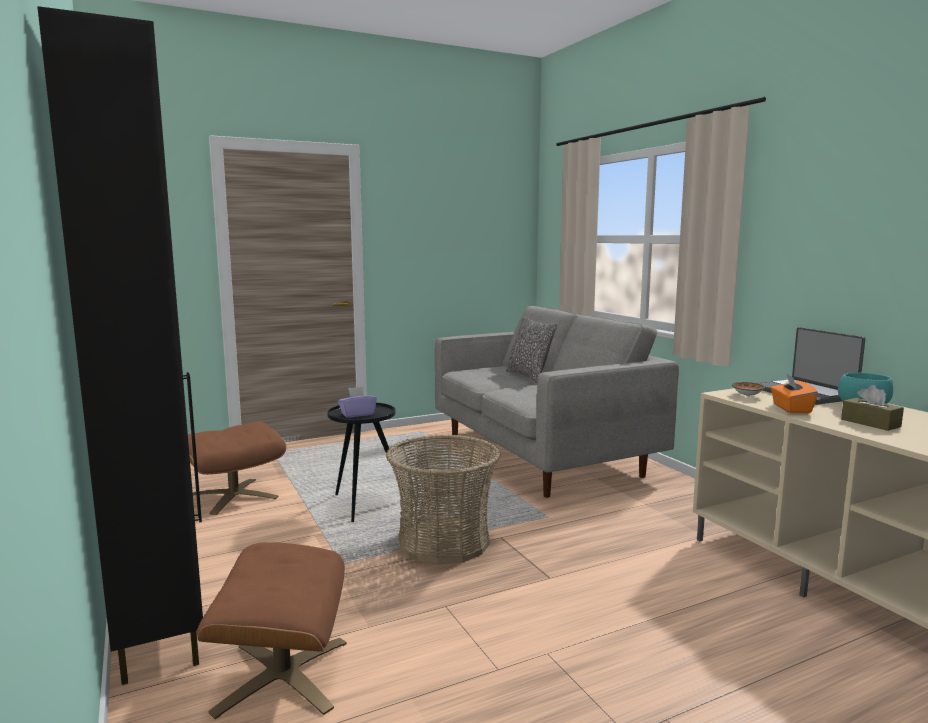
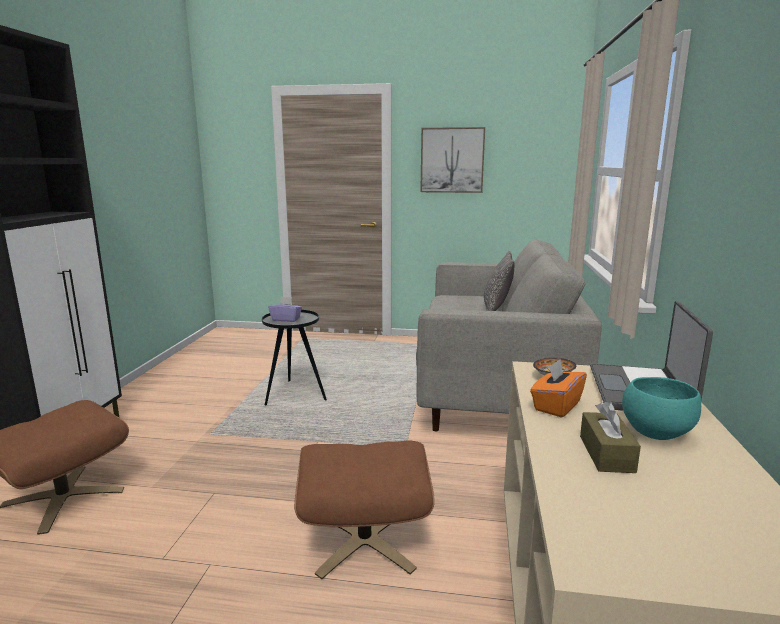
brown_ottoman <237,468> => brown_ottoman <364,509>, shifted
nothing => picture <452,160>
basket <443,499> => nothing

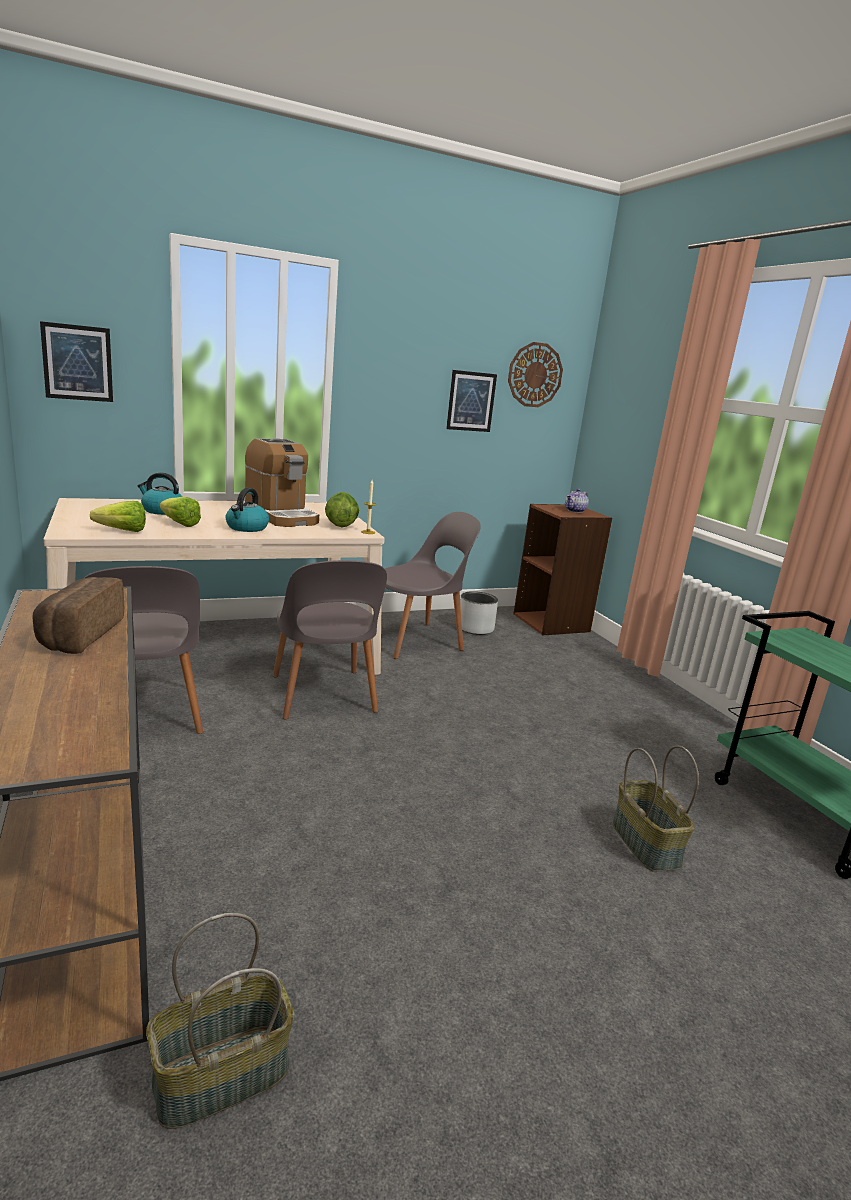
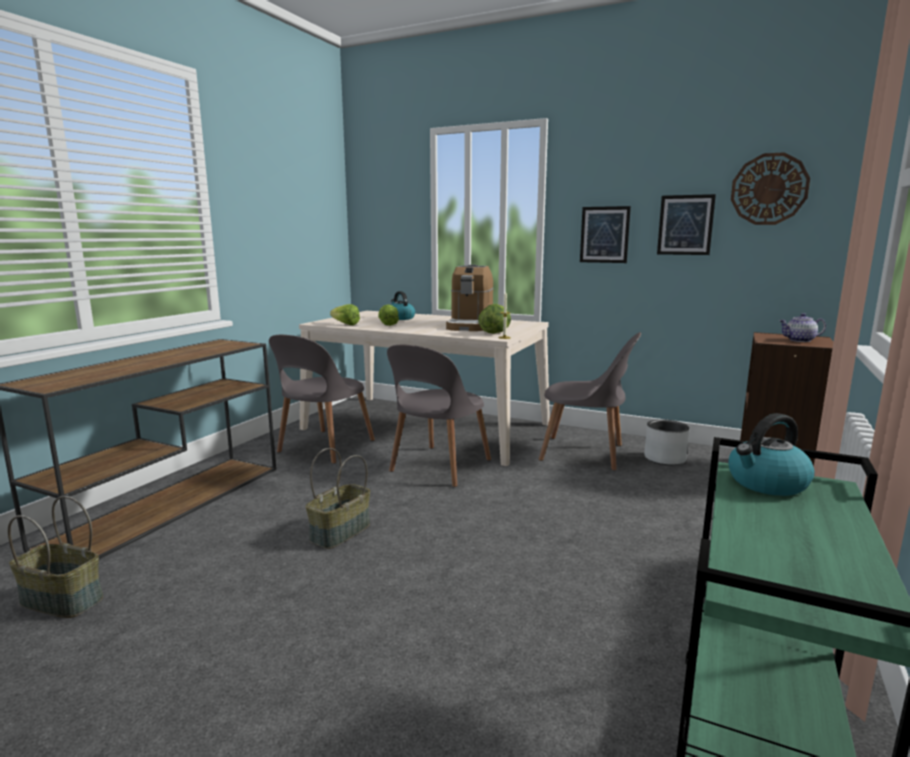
basket <656,809> => basket <338,498>, shifted
picture <76,361> => picture <605,234>, shifted
kettle <247,510> => kettle <771,454>, shifted
bread <78,615> => nothing

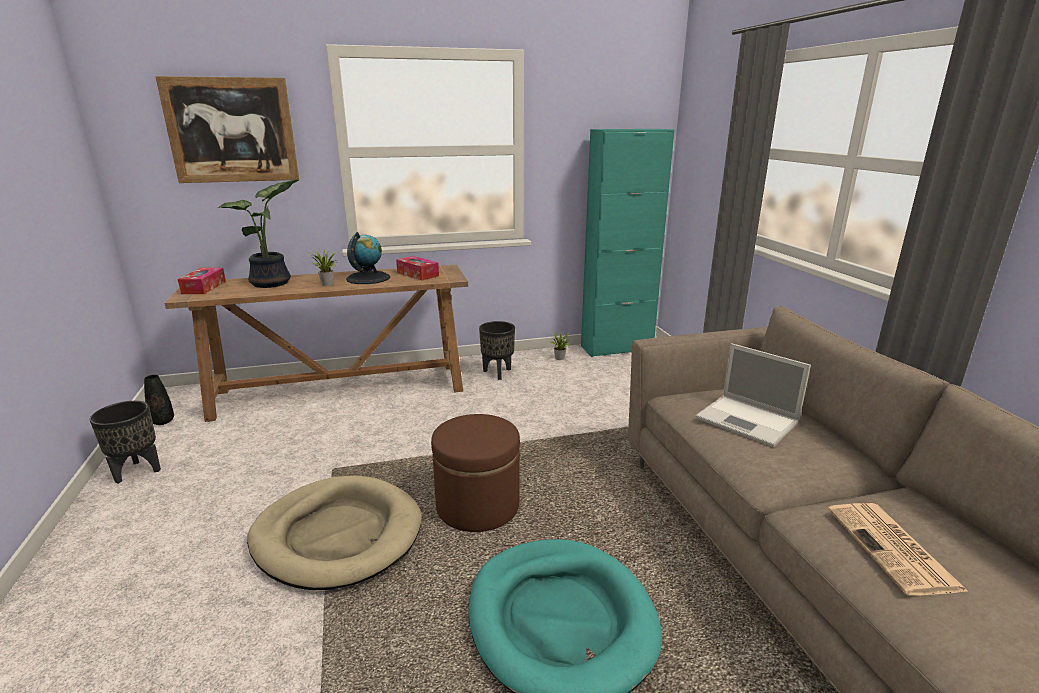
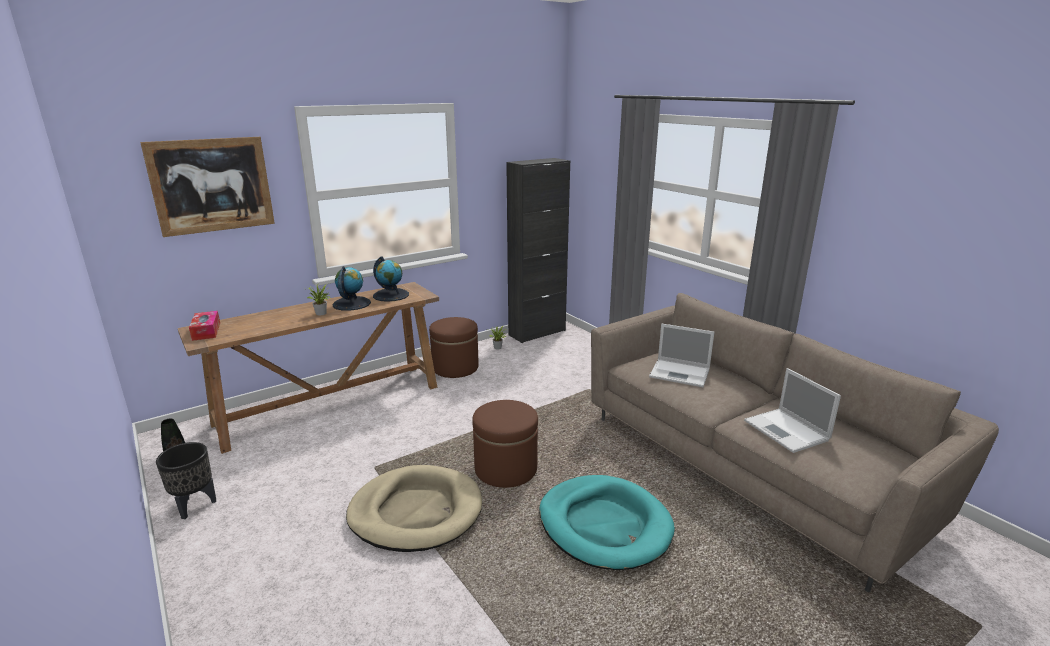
tissue_box <417,268> => globe <391,279>
black_planter <497,350> => brown_ottoman <454,347>
turquoise_cabinet <628,243> => black_cabinet <538,250>
newspaper <898,549> => laptop <792,410>
potted_plant <258,234> => nothing

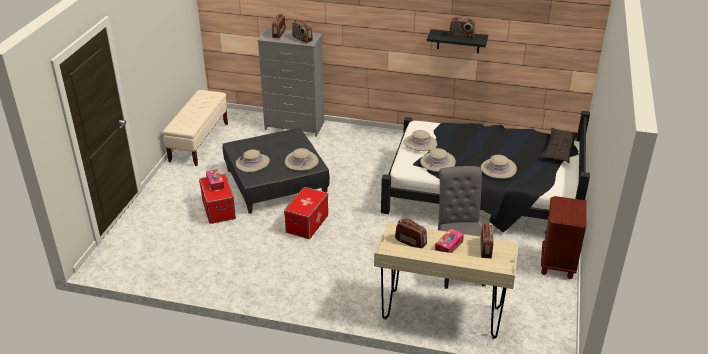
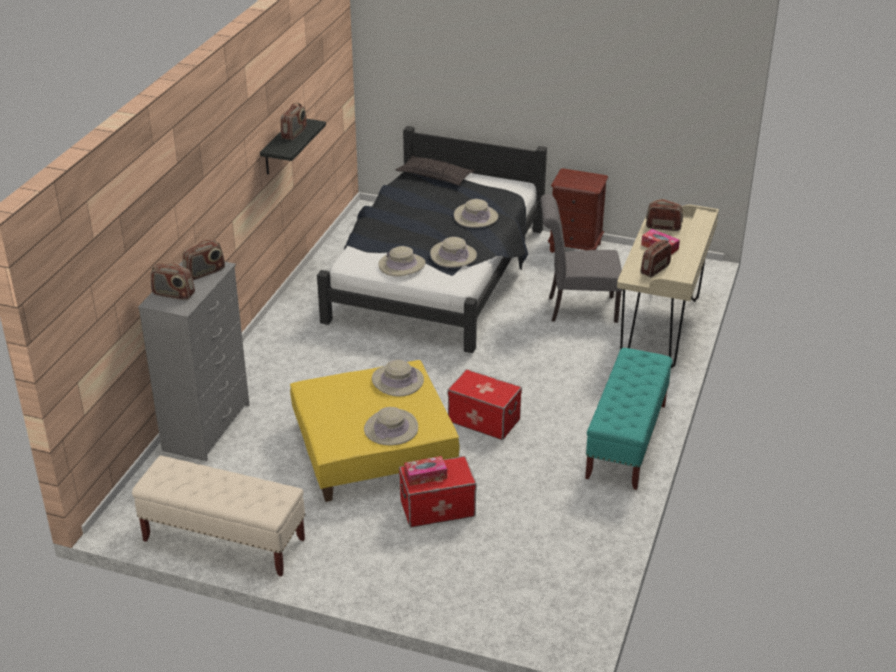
grey_ottoman <276,171> => yellow_ottoman <374,431>
nothing => turquoise_bench <629,419>

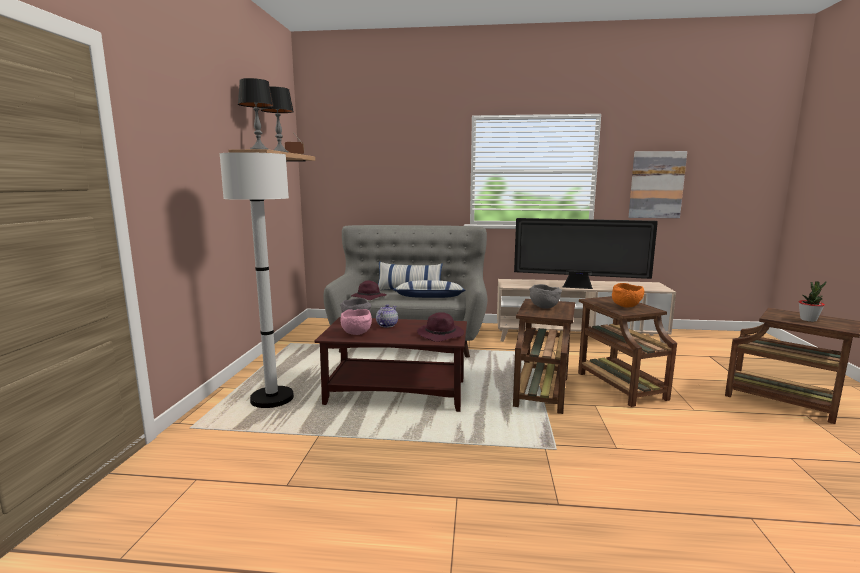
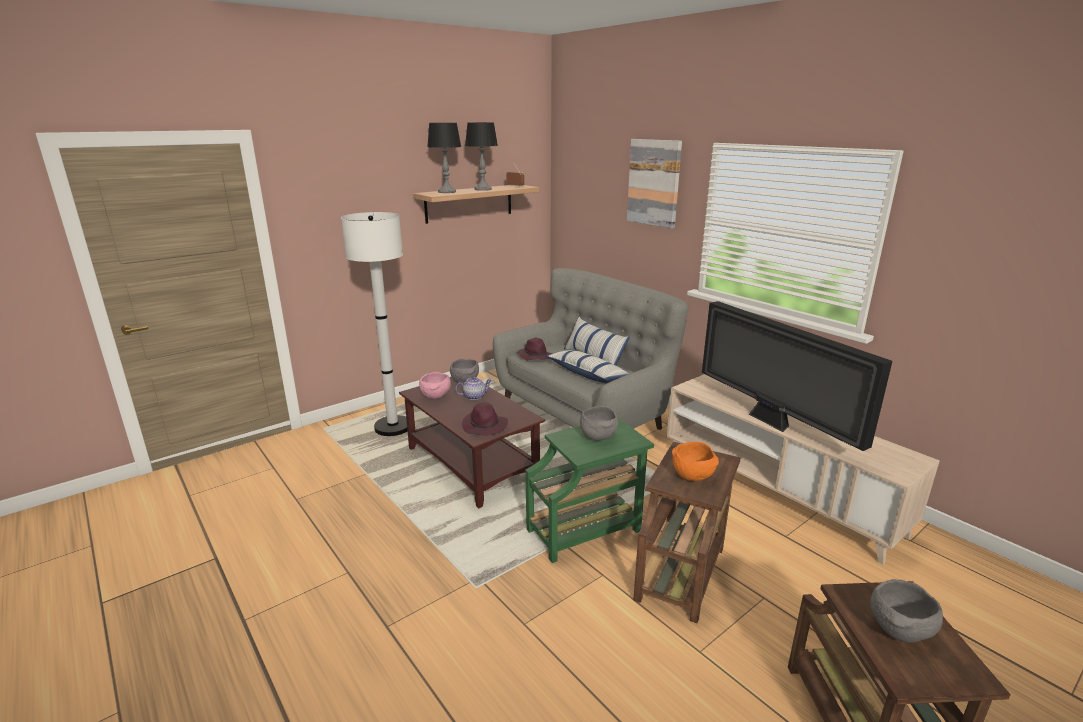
brown_side_table <544,356> => green_side_table <589,490>
picture <658,184> => picture <654,184>, shifted
potted_plant <812,301> => grey_bowl <906,611>

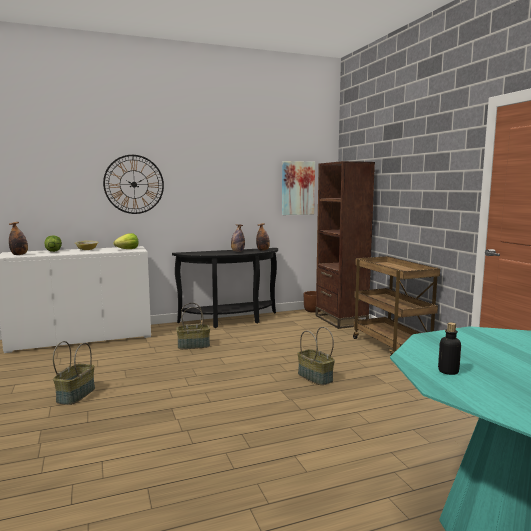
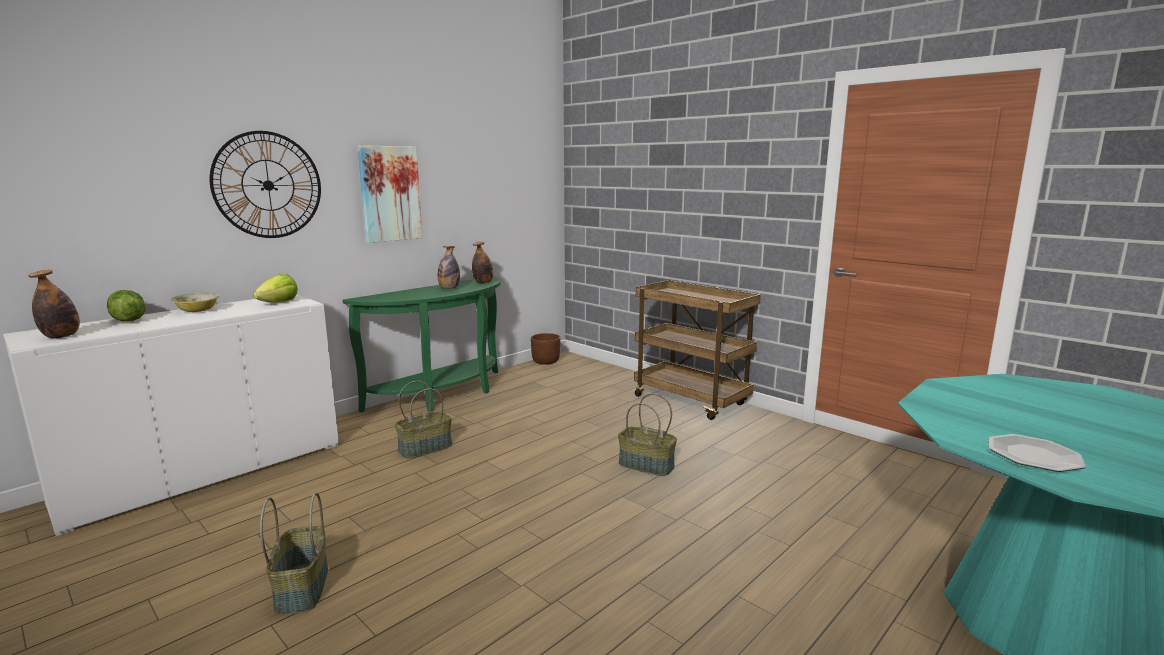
black_console_table <225,288> => green_console_table <422,344>
picture <298,188> => picture <389,194>, shifted
bottle <449,348> => plate <1037,453>
brown_bookcase <345,245> => nothing

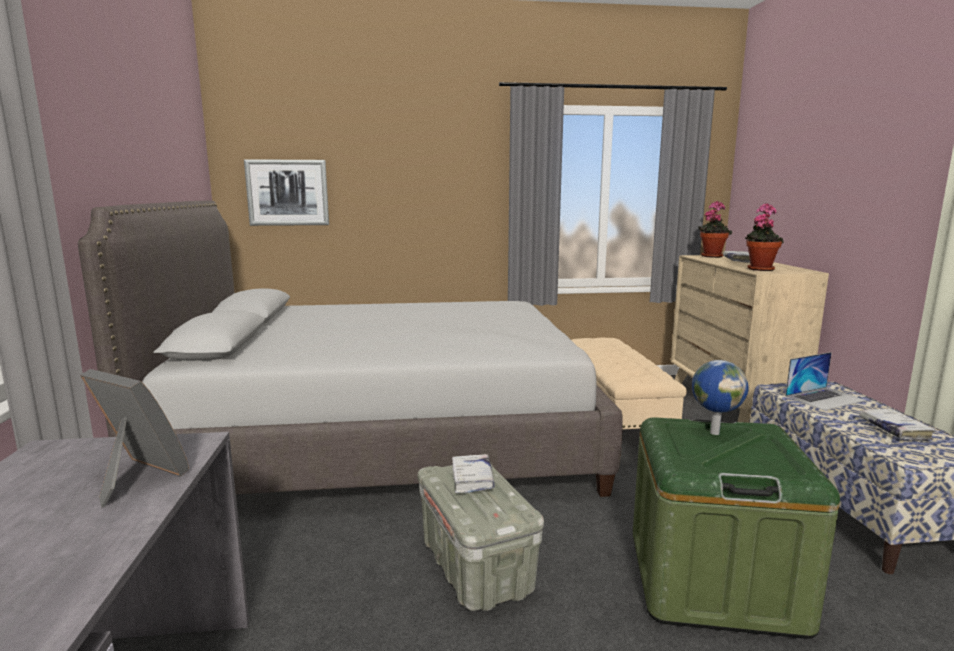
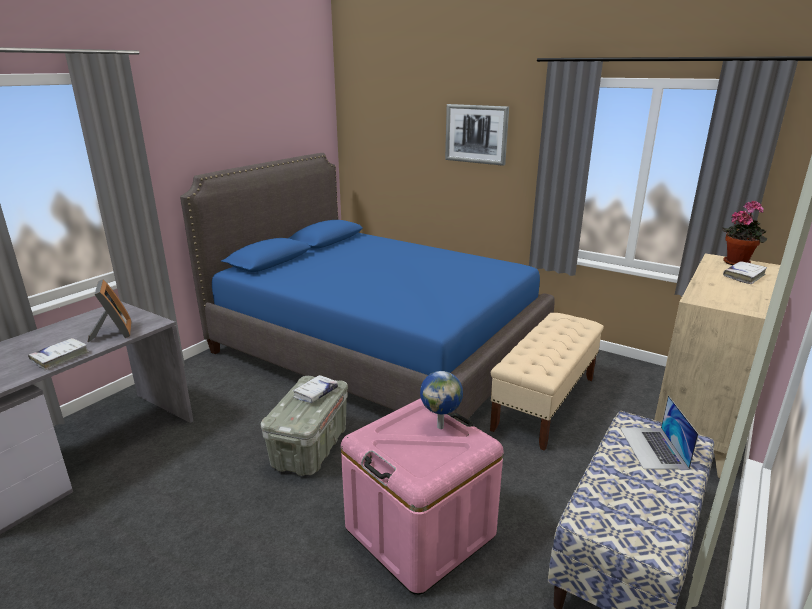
white_book <897,425> => white_book <58,354>, shifted
grey_bed <350,349> => blue_bed <367,288>
green_storage_box <736,528> => pink_storage_box <422,496>
picture <286,192> => picture <477,135>, shifted
laptop <825,381> => laptop <659,432>, 75 degrees clockwise
potted_plant <764,237> => nothing

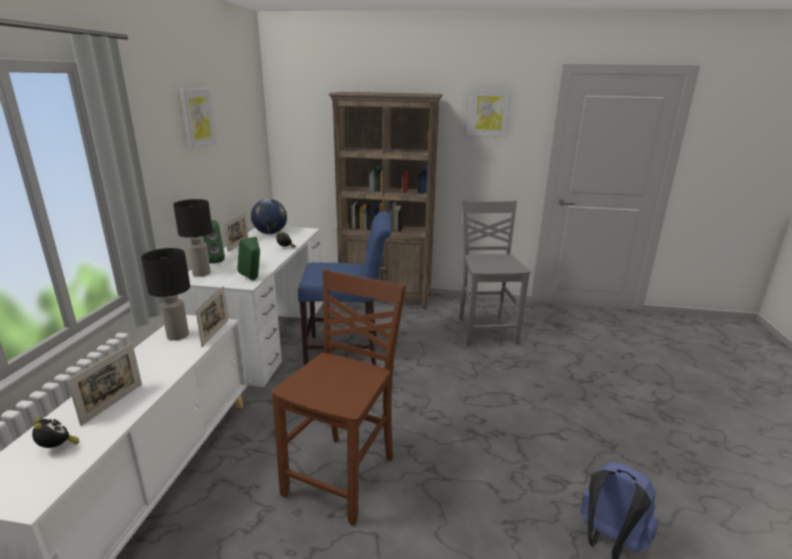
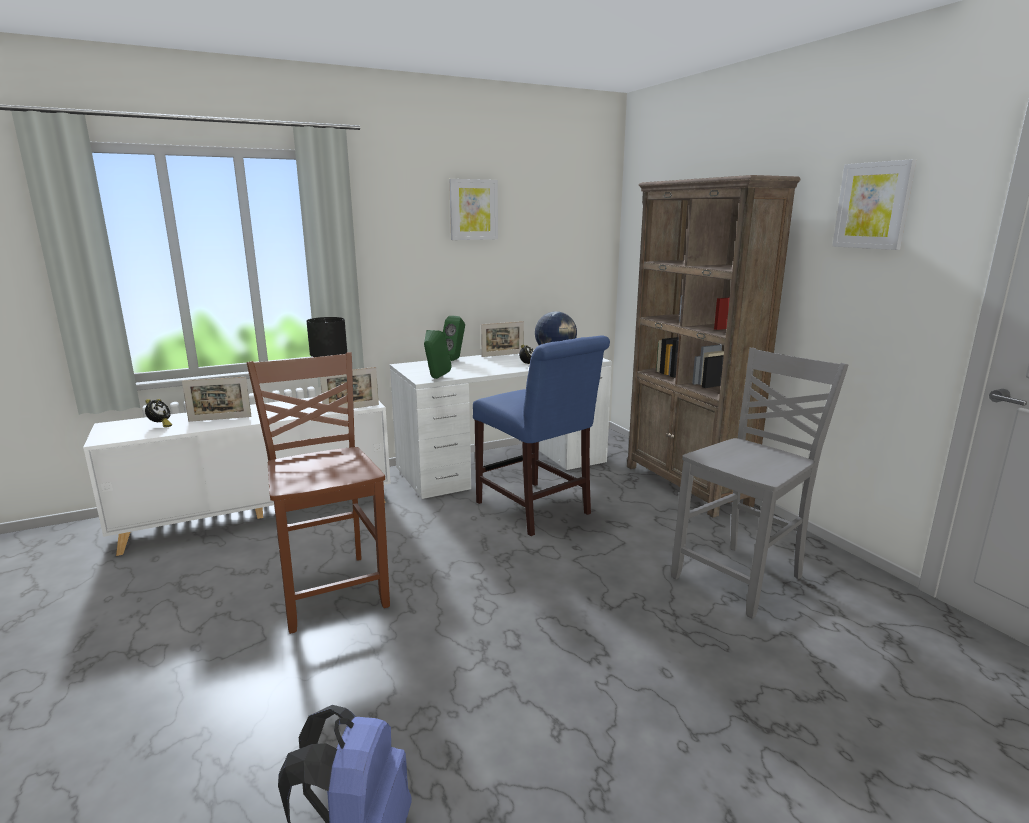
brown_chair <338,397> => brown_chair <318,493>, 105 degrees counterclockwise
black_table_lamp <193,238> => nothing

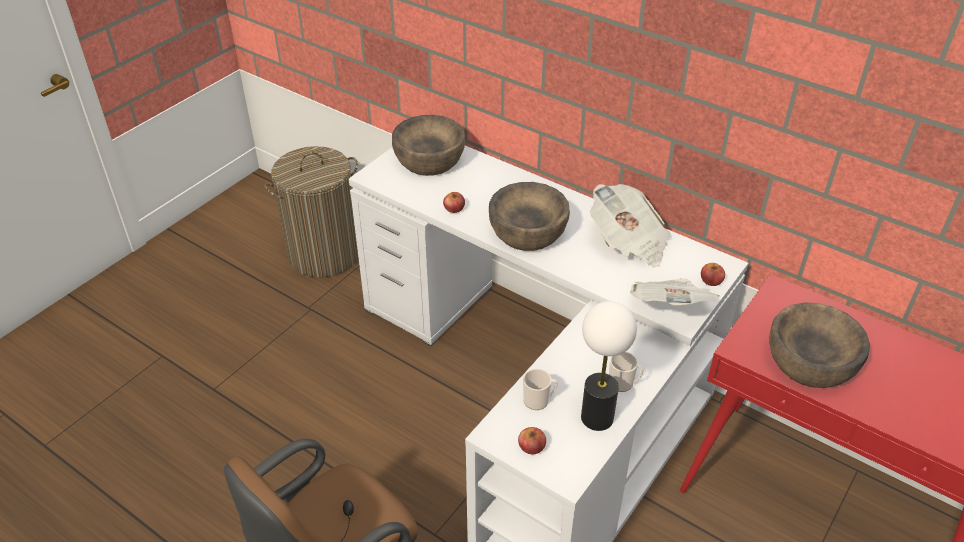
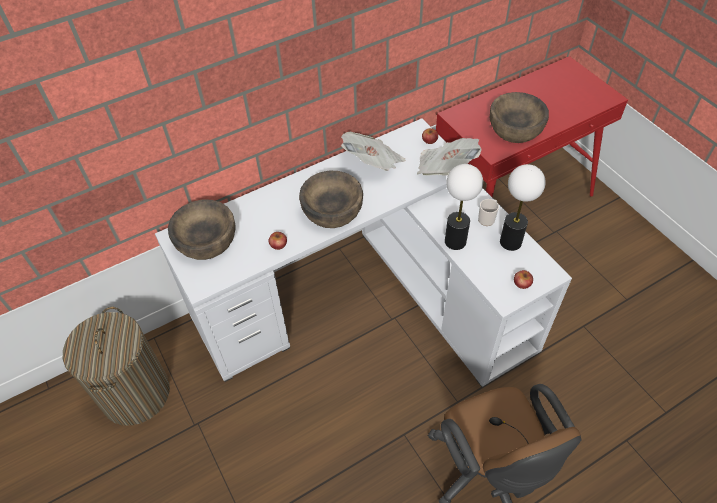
nothing => table_lamp <464,207>
mug <540,389> => nothing

